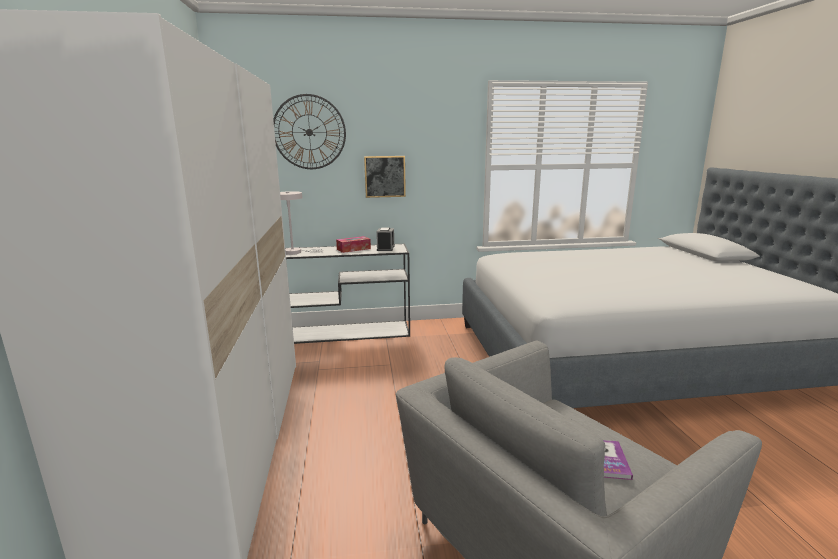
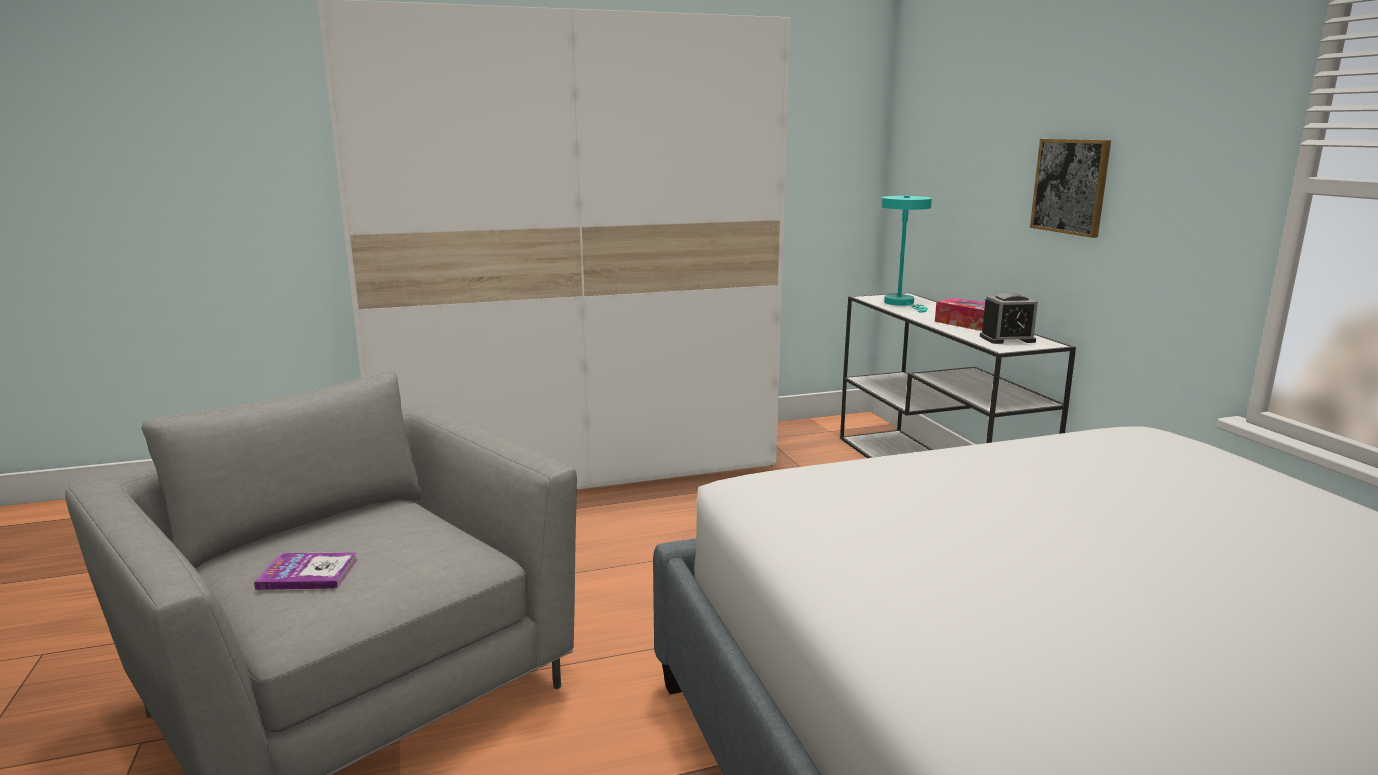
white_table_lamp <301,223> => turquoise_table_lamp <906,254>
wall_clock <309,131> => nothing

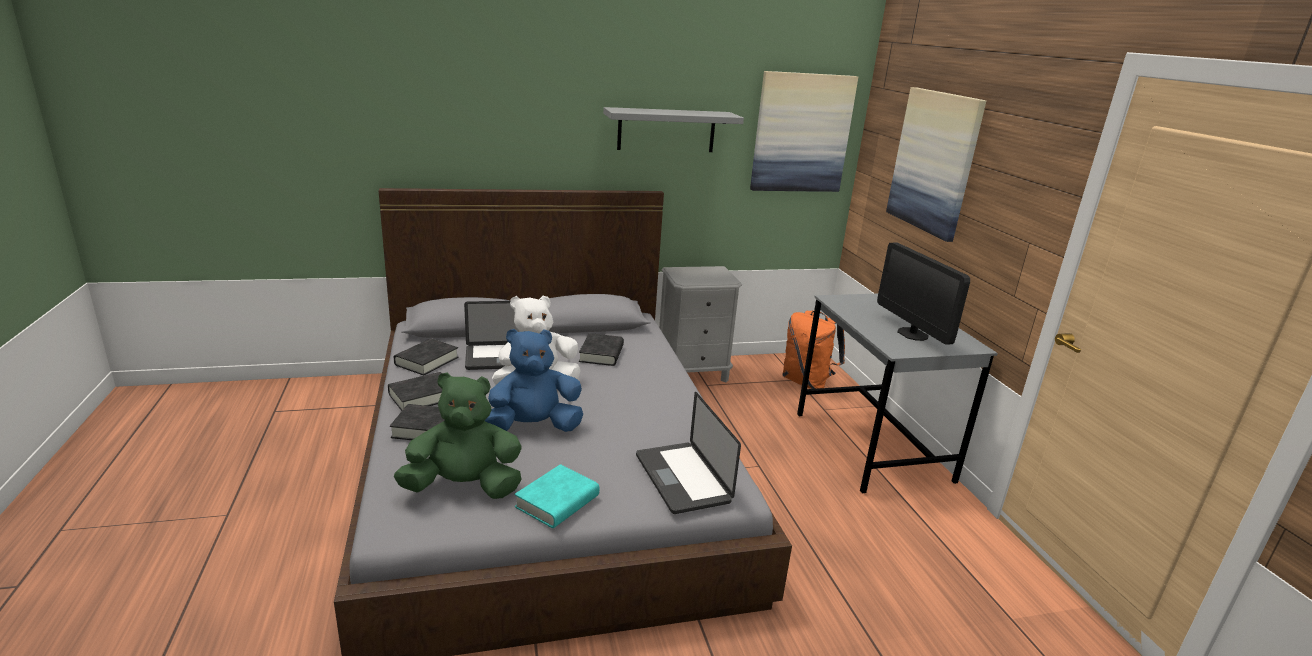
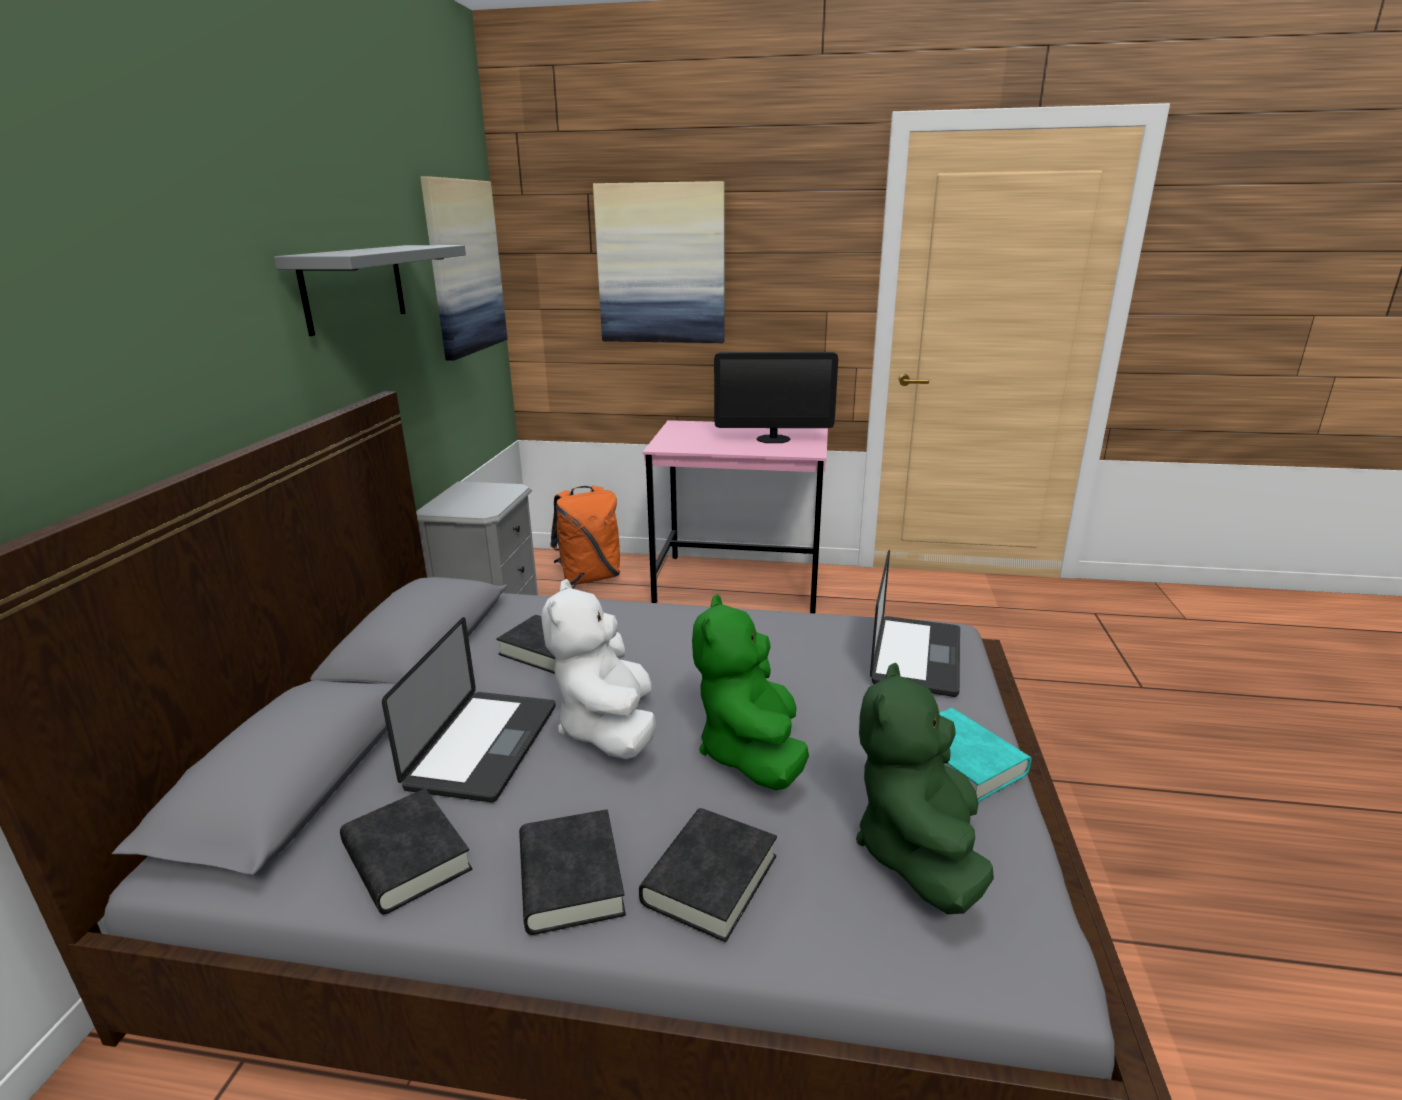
grey_desk <897,393> => pink_desk <735,516>
blue_plush_toy <534,380> => green_plush_toy <750,692>
laptop <688,453> => laptop <915,623>, 75 degrees counterclockwise

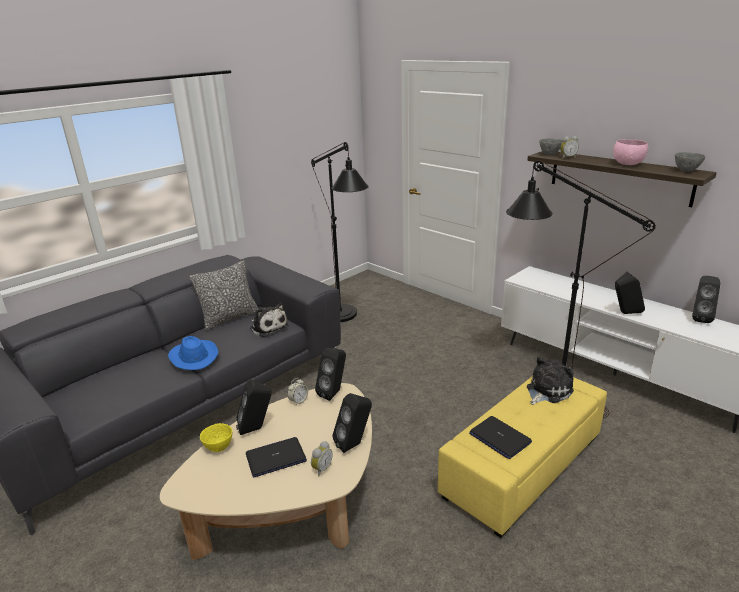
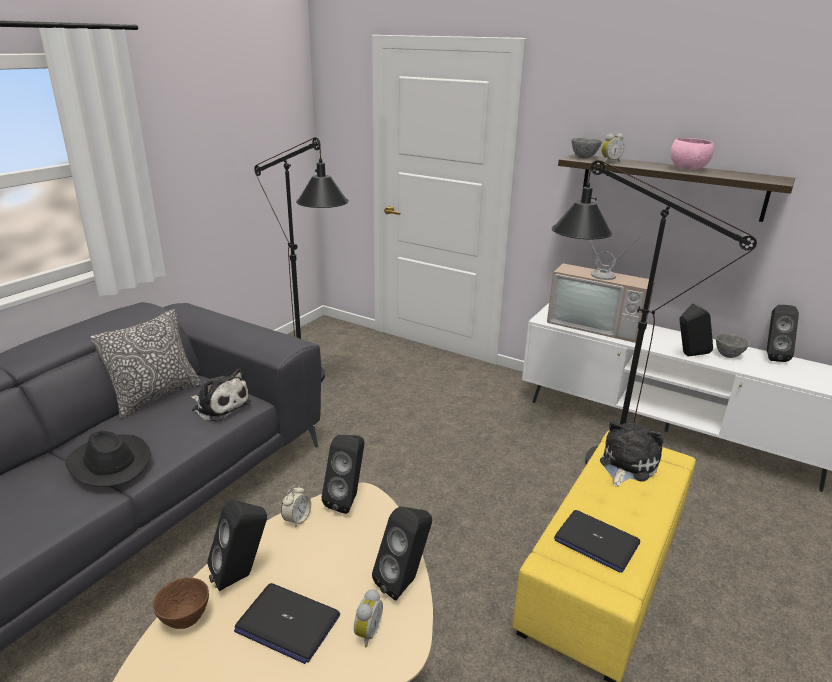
blue_hat <193,353> => black_hat <108,459>
yellow_bowl <216,437> => brown_bowl <180,603>
laptop <276,457> => laptop <287,623>, 120 degrees counterclockwise
nothing => television <601,288>
grey_bowl <690,162> => grey_bowl <733,345>, shifted

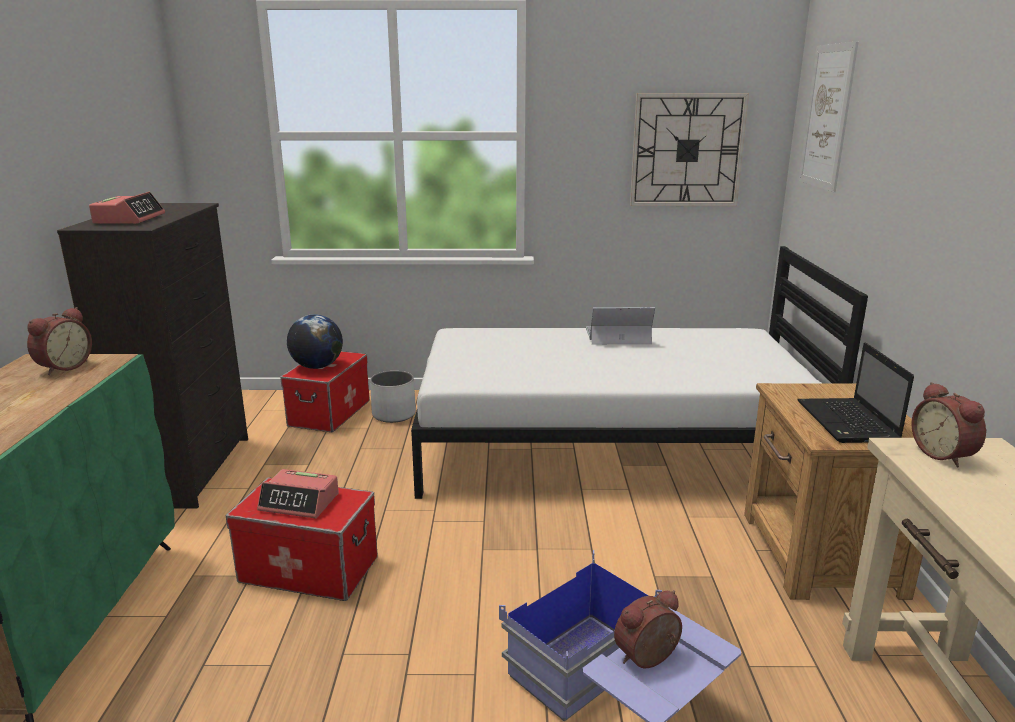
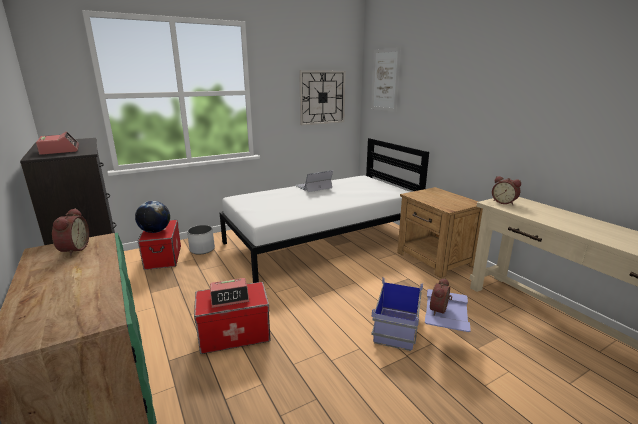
laptop <855,393> => nothing

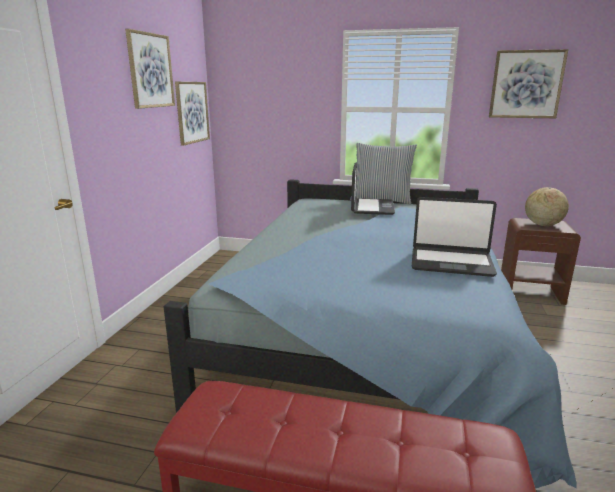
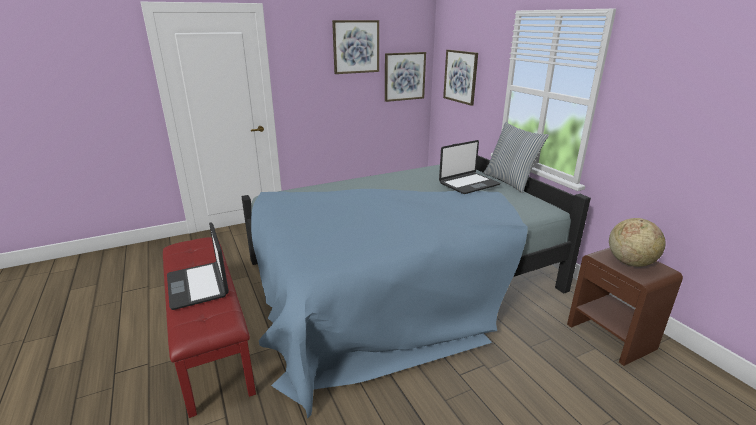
laptop <454,237> => laptop <198,266>, shifted
picture <528,83> => picture <460,78>, shifted

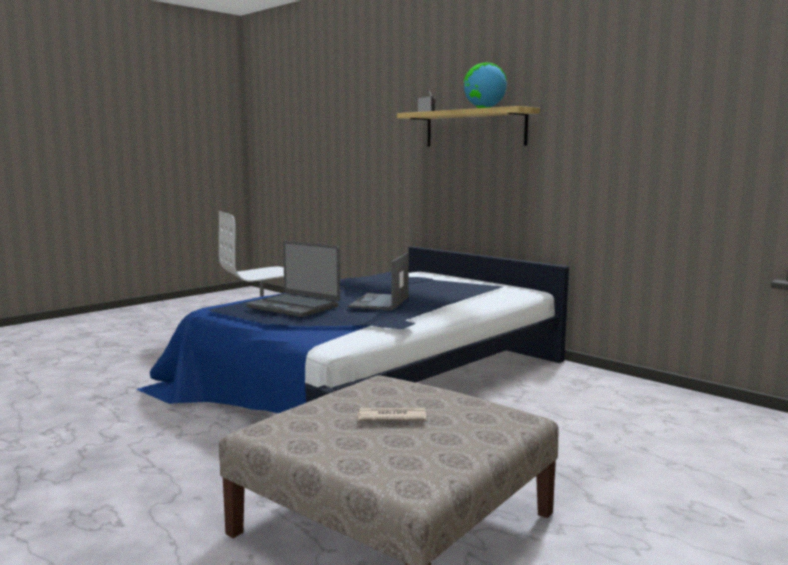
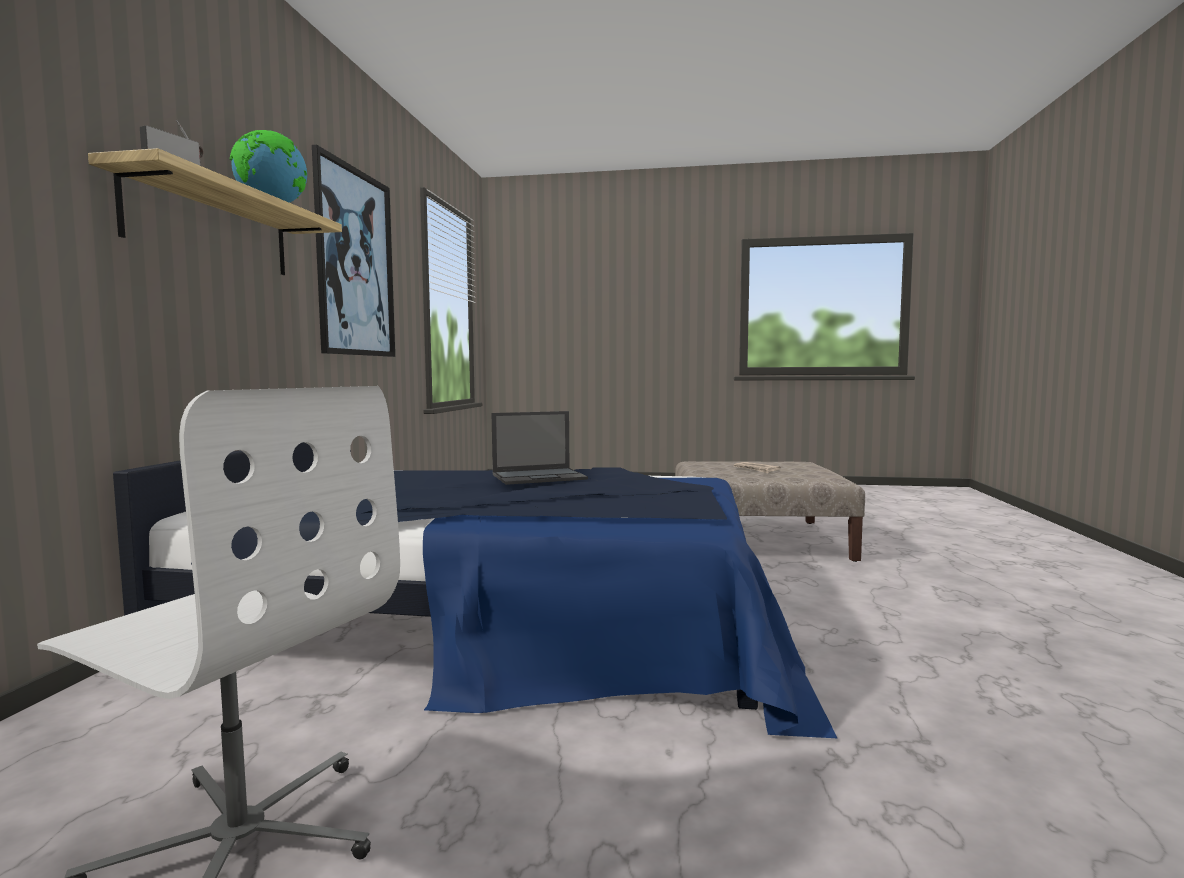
nothing => picture <353,251>
laptop <293,279> => nothing

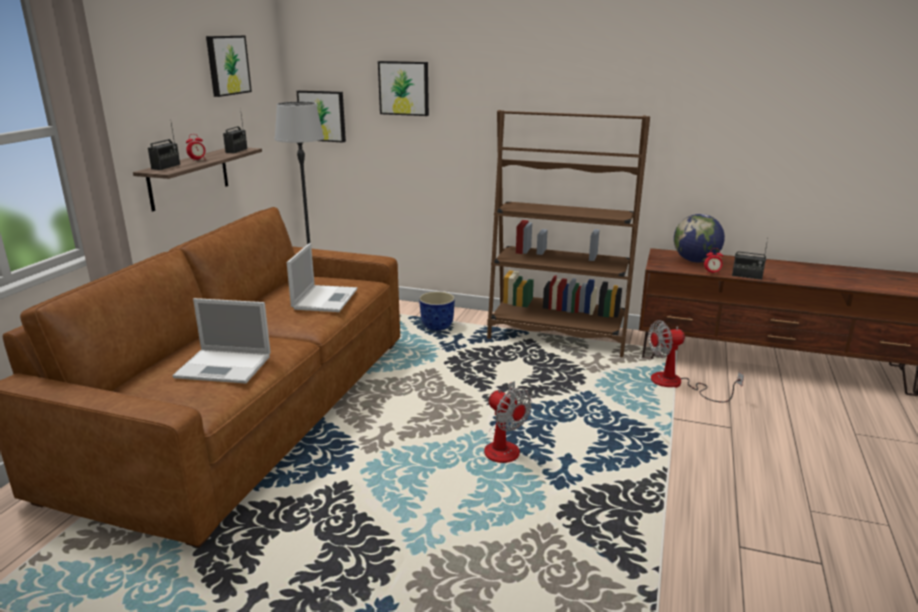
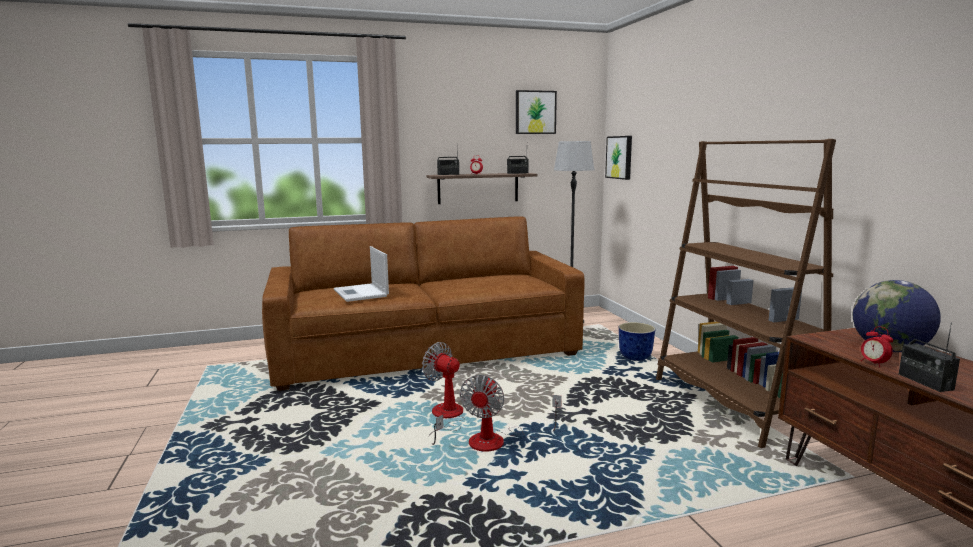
fan <696,361> => fan <443,393>, shifted
laptop <322,277> => nothing
picture <403,88> => nothing

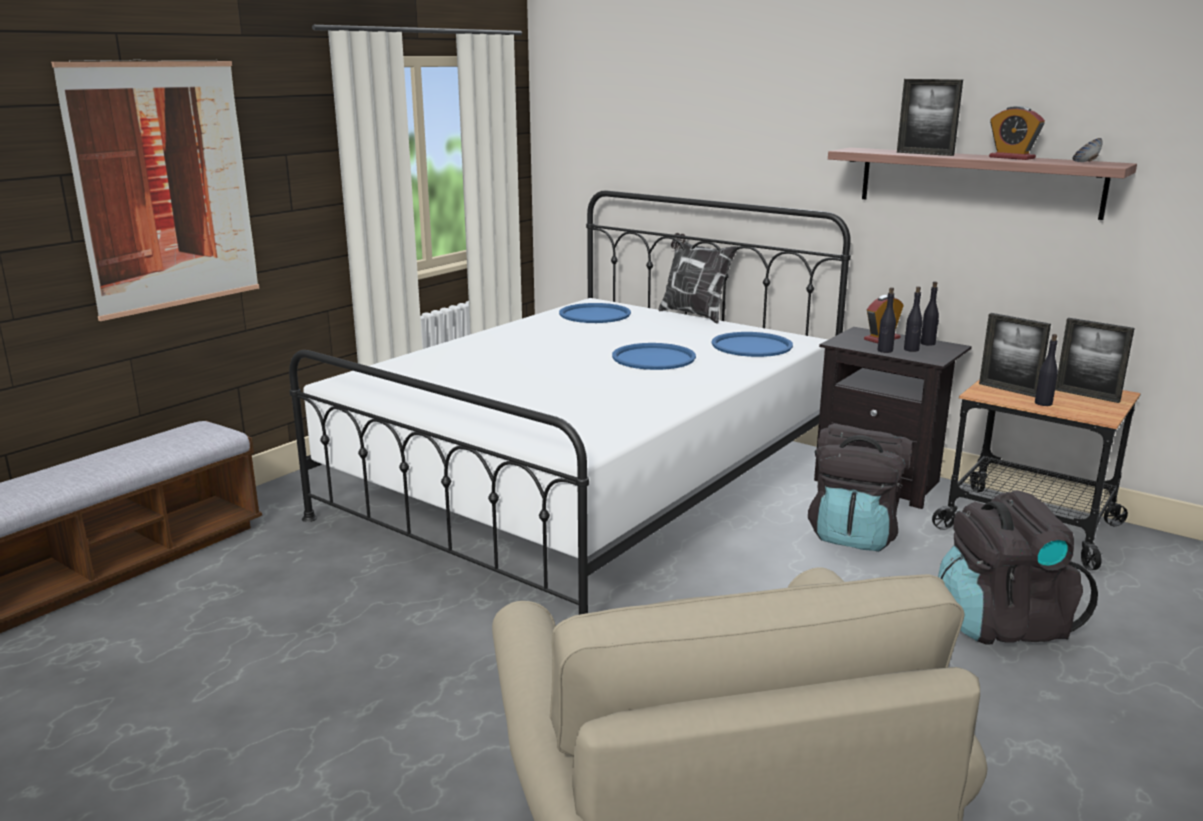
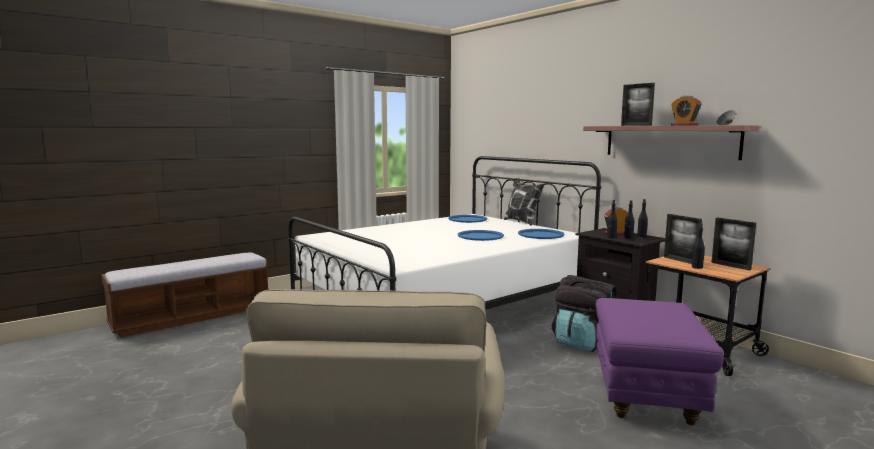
black_backpack <1018,567> => purple_ottoman <660,361>
picture <155,190> => nothing

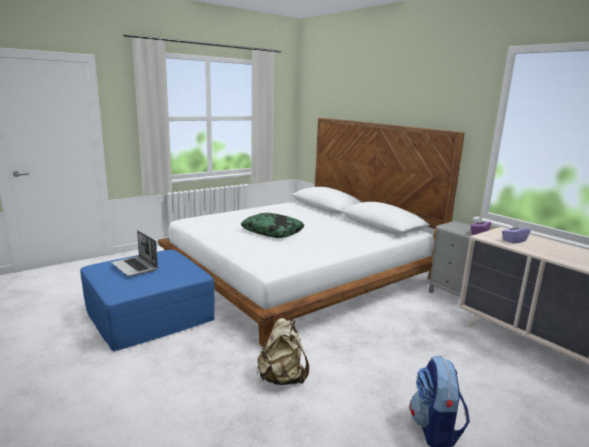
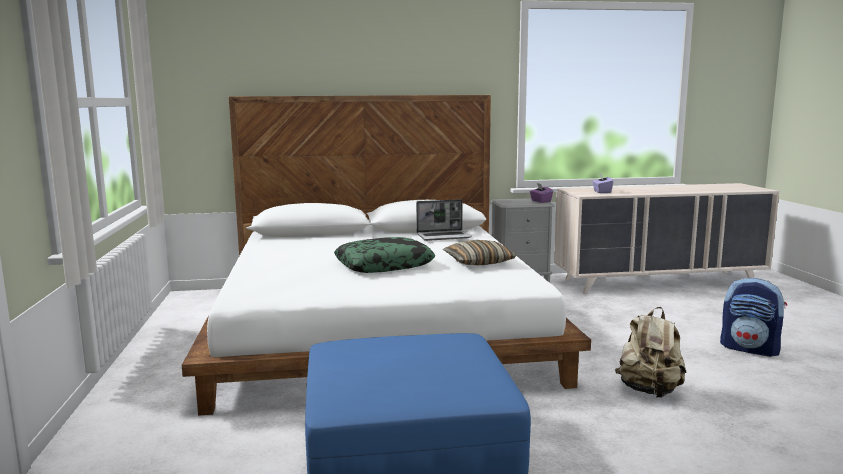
laptop <134,253> => laptop <444,220>, shifted
nothing => pillow <480,252>

